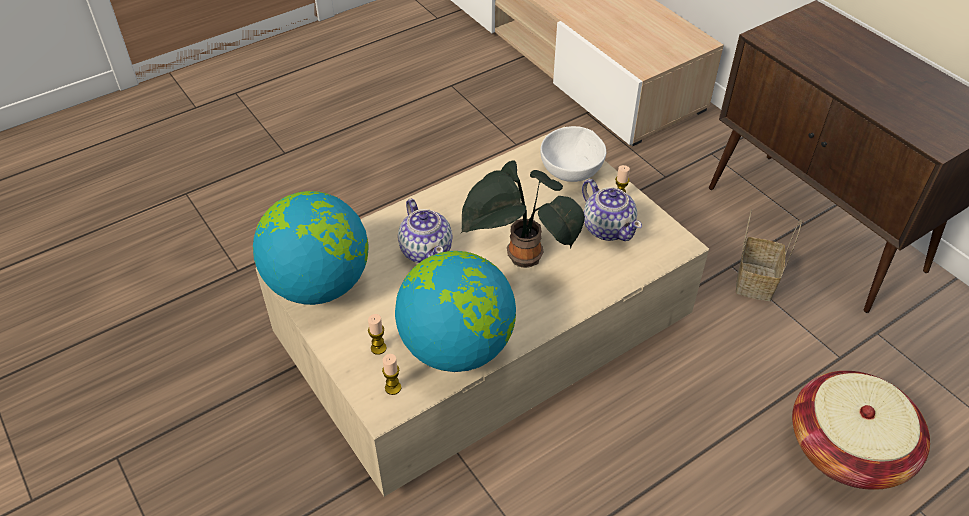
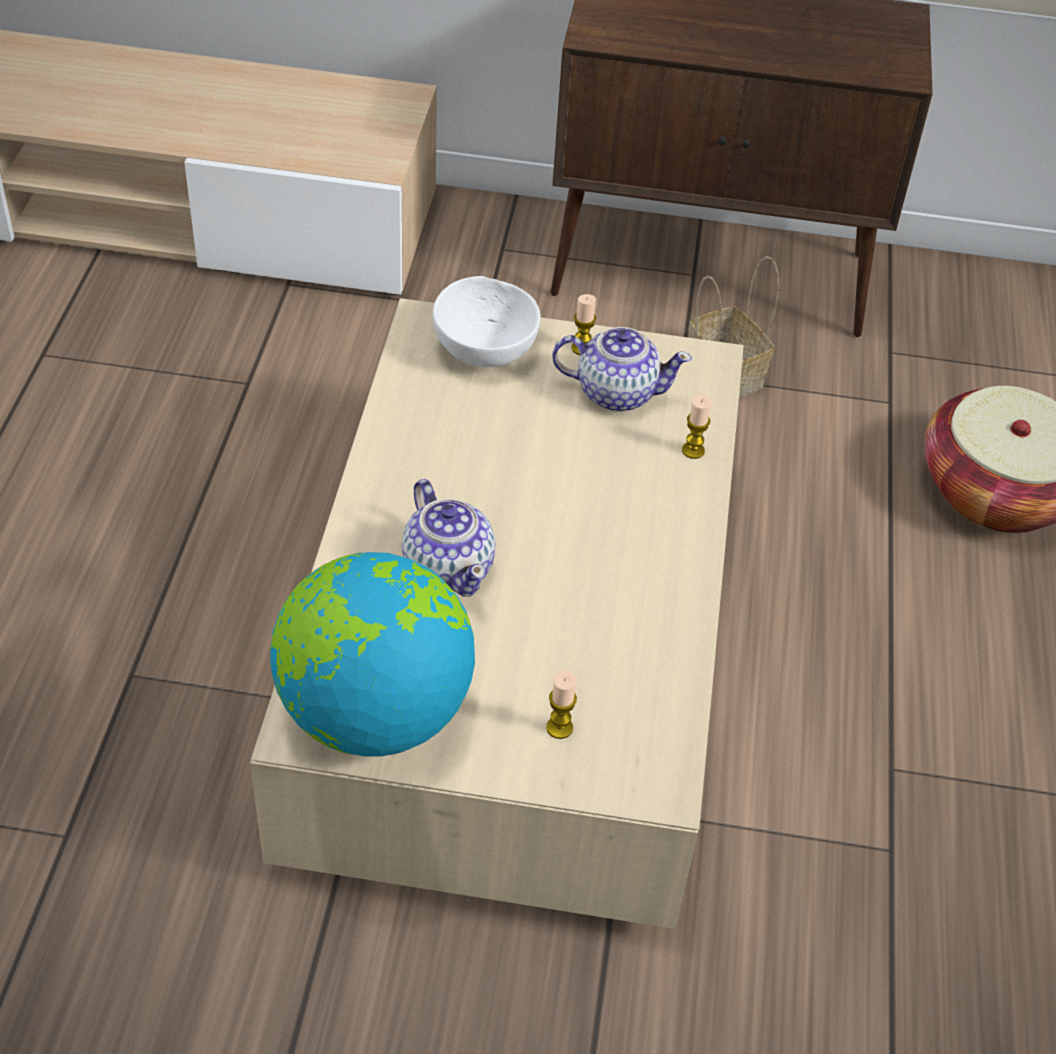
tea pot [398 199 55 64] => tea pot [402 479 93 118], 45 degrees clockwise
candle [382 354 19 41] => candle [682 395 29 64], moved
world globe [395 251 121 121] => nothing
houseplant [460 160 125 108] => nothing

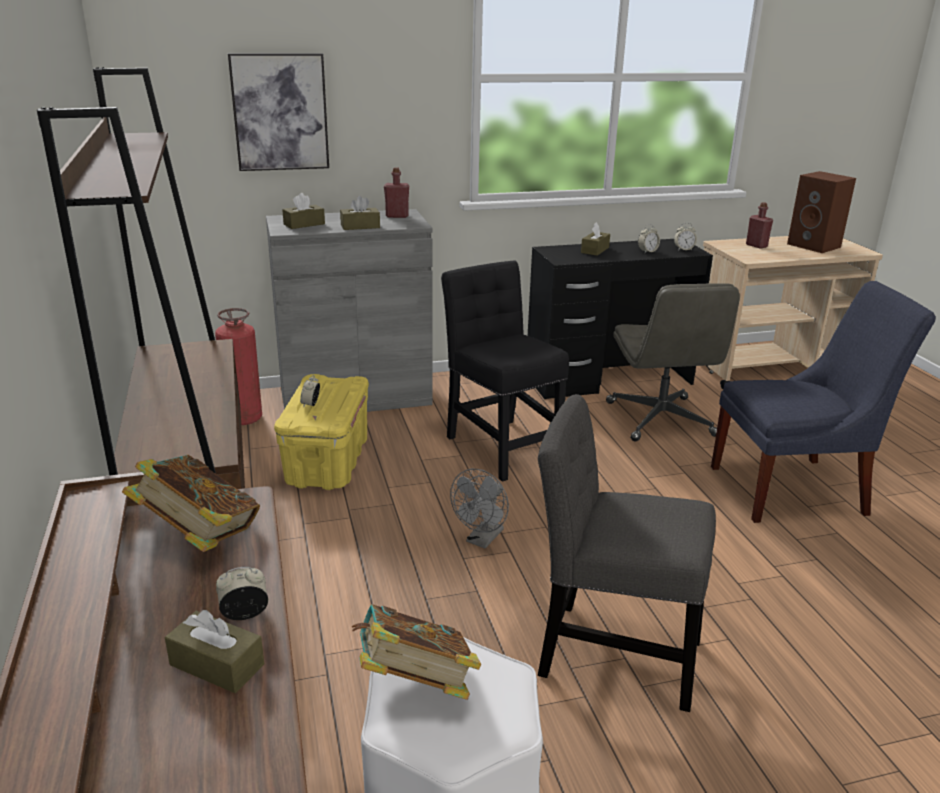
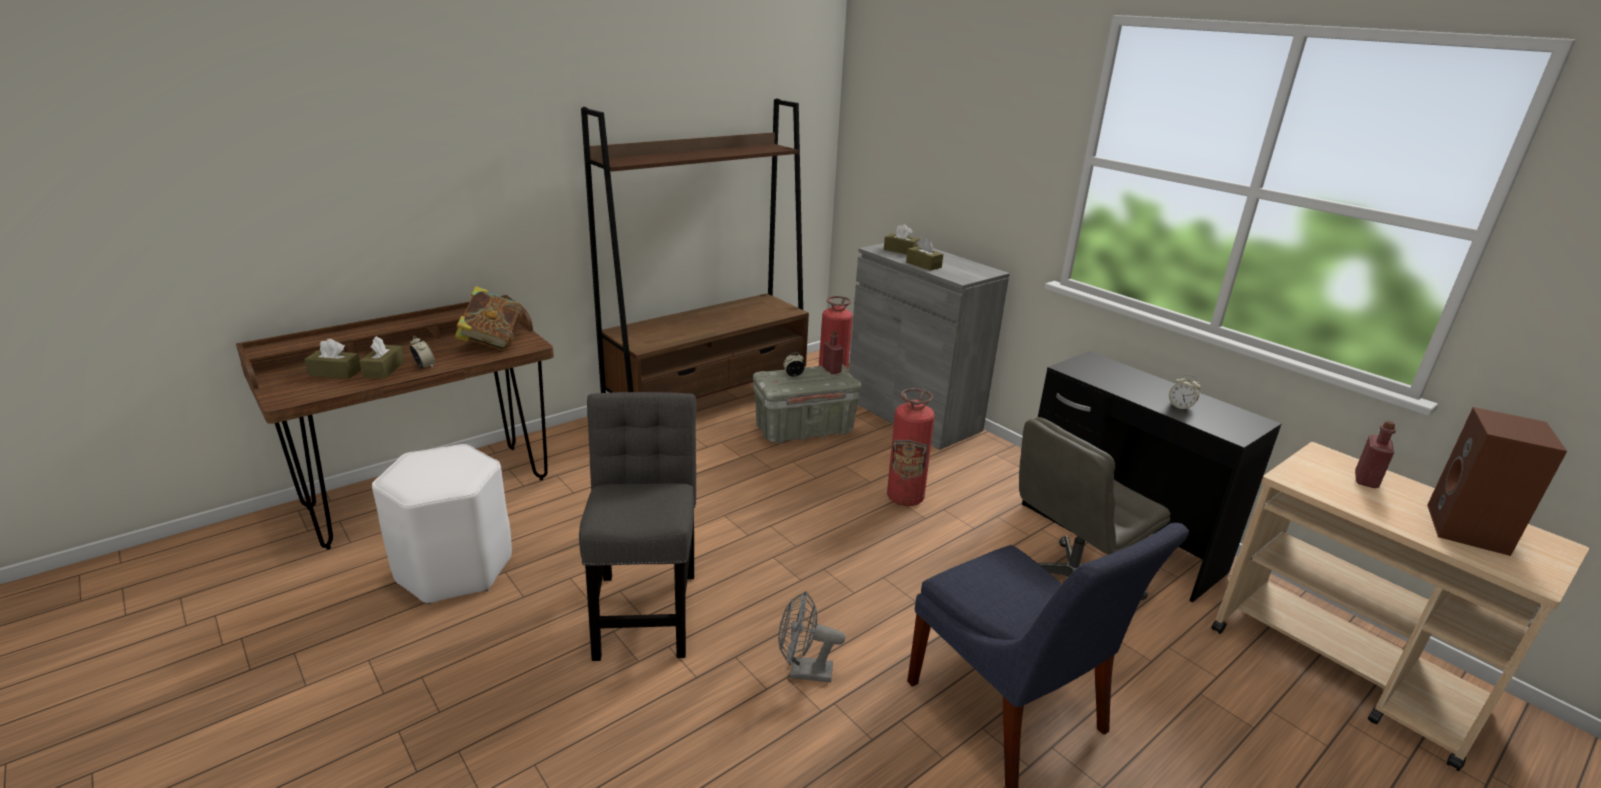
tissue holder (brown) [581 222 29 34] => tissue holder (brown) [304 339 57 40], moved
storage box (yellow) [274 374 95 116] => storage box (grey) [753 365 109 78]
cooling fan (grey) [450 469 59 79] => cooling fan (grey) [778 591 67 92], moved
bottle (red-coloured) [384 167 25 51] => bottle (red-coloured) [823 330 20 44], moved
chair (blackish) [441 261 128 221] => fire extinguisher [887 388 48 118]
wall picture [228 53 101 118] => nothing
volume [351 604 130 96] => nothing
table clock [674 223 23 27] => nothing

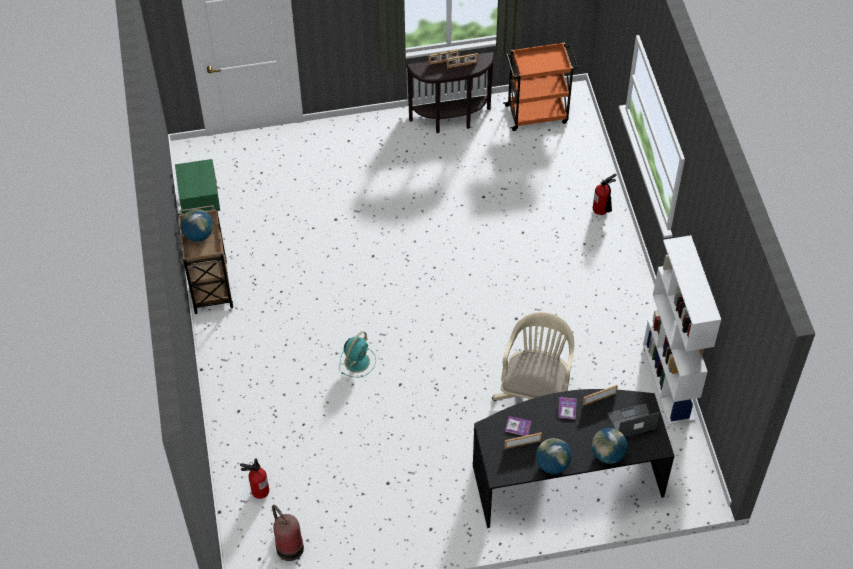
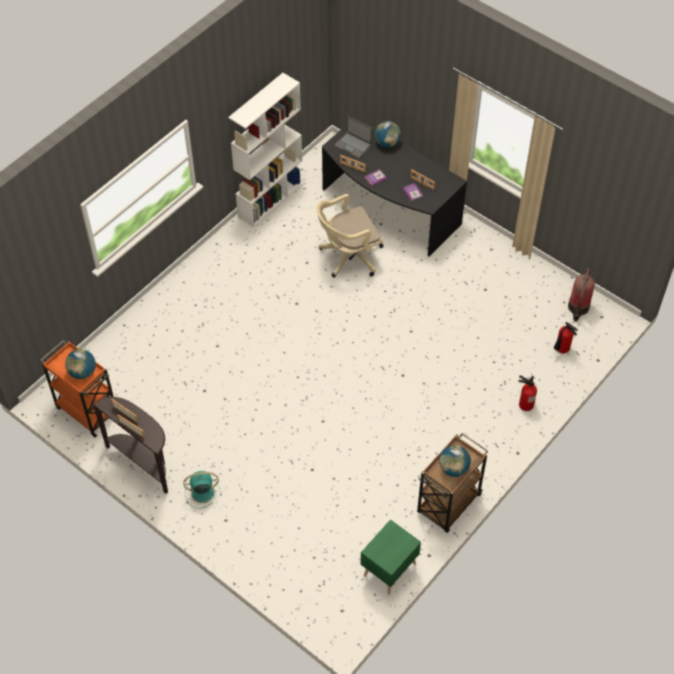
world globe [536 438 36 36] => world globe [65 349 31 30], moved
cooling fan (blue-green) [340 331 36 47] => cooling fan (blue-green) [183 471 39 38], moved
fire extinguisher [593 174 24 41] => fire extinguisher [518 375 19 36], moved

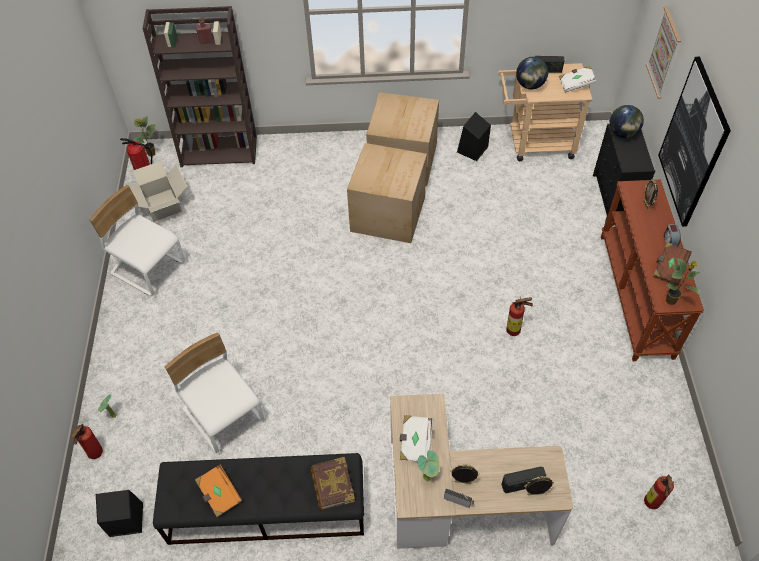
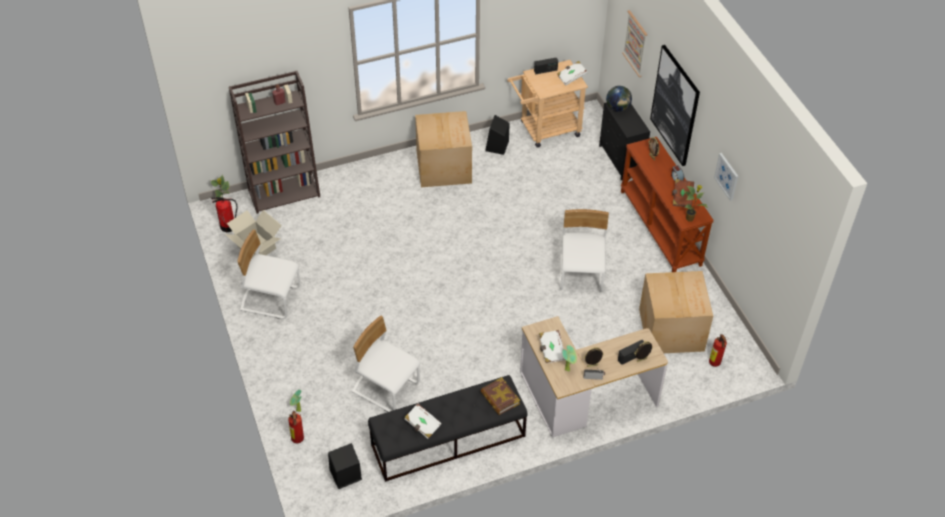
volume (orange-coloured) [195 464 47 53] => volume (white) [404 403 38 36]
fire extinguisher [506 297 27 39] => chair (white) [560 209 49 83]
carton [347 143 80 100] => carton [639 271 74 82], moved
nothing => wall picture [714 153 24 48]
world globe [516 57 32 32] => nothing

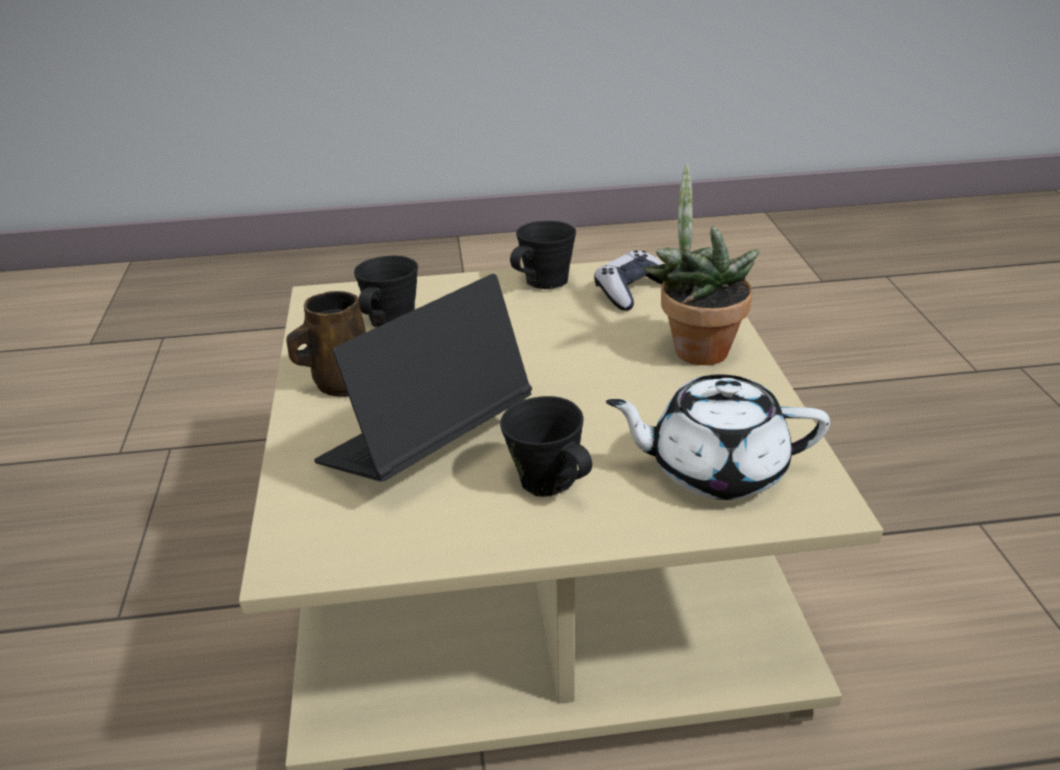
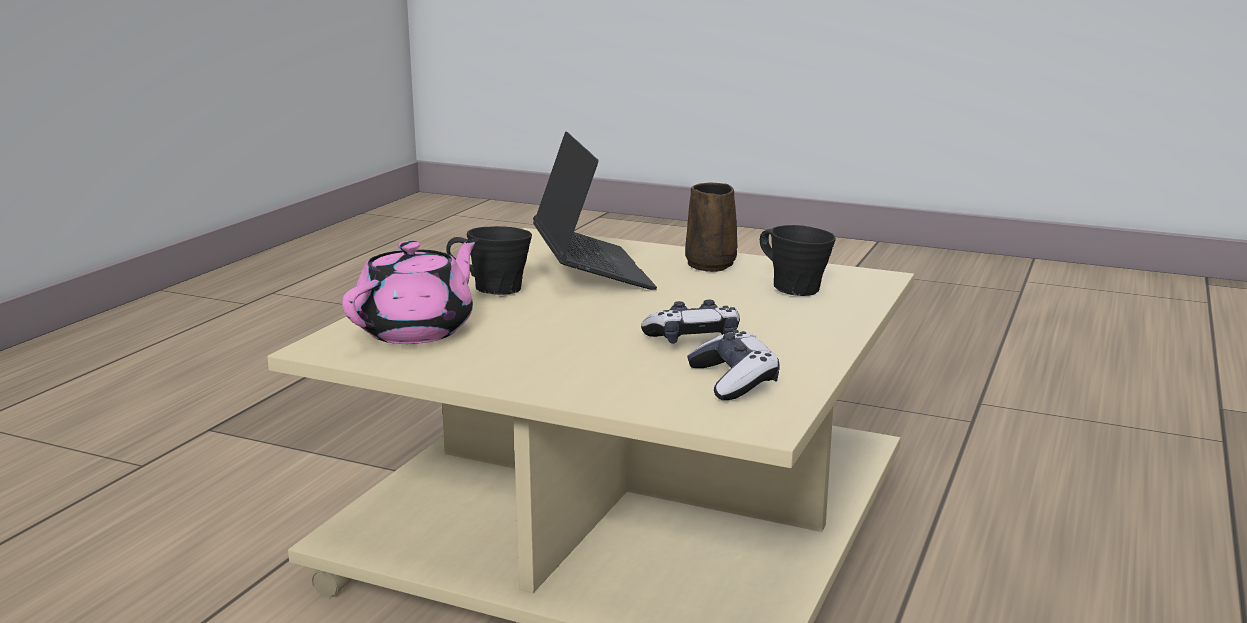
tea pot (white) [606 374 224 126] => tea pot (pink) [342 239 136 105]
nothing => game controller [641 299 99 45]
coffee mug (blackish) [510 221 66 68] => nothing
houseplant [643 163 116 202] => nothing

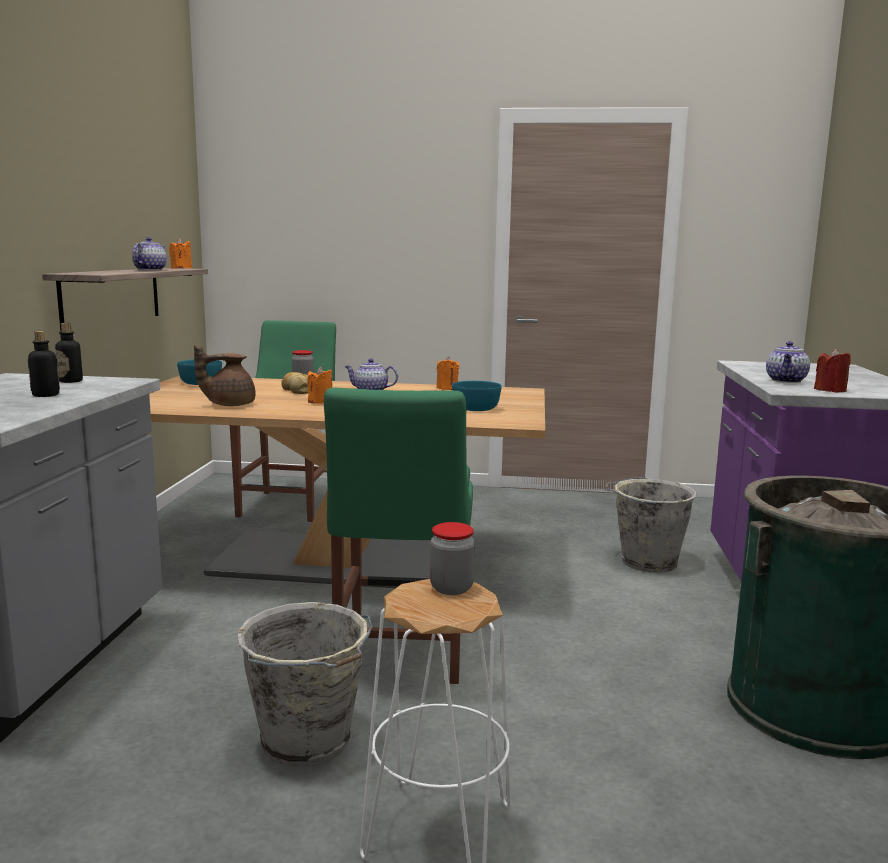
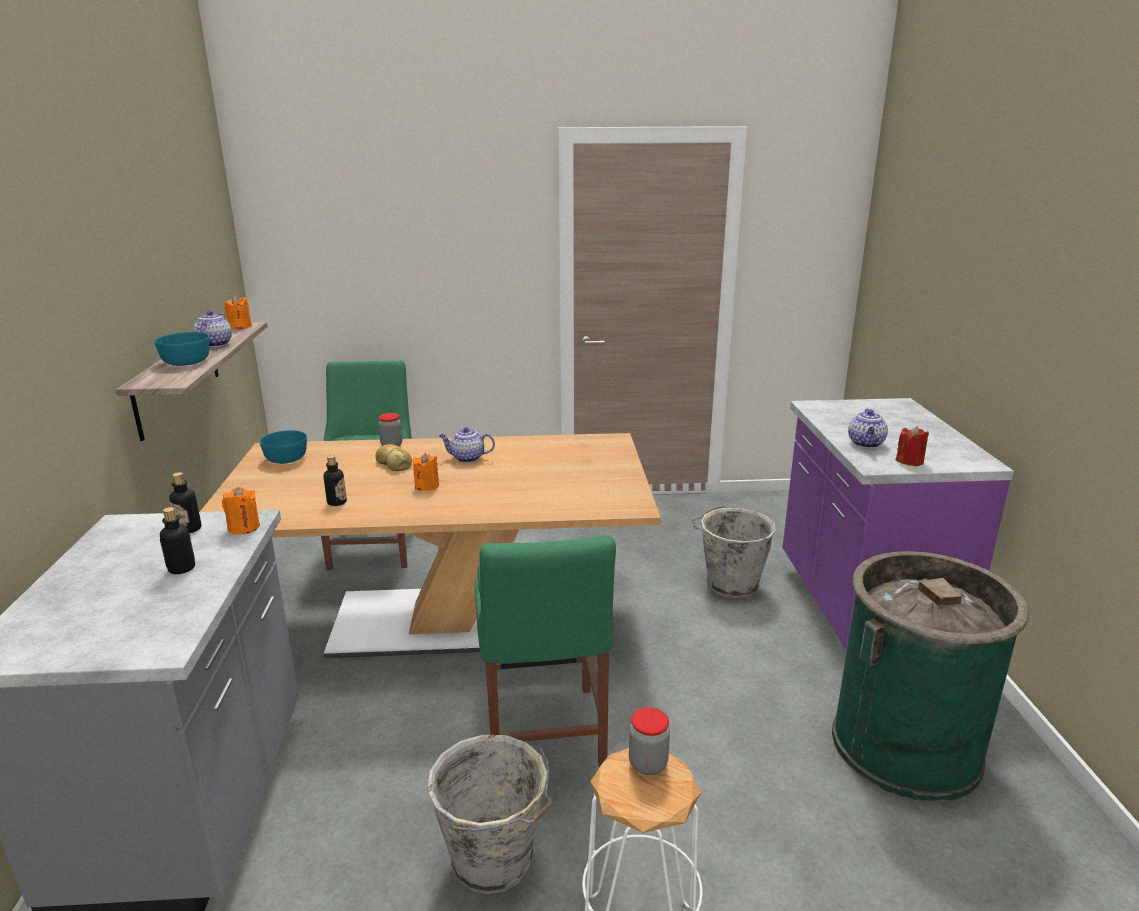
deep dish (blue-green) [452 381 50 30] => deep dish (blue-green) [154 332 55 34], moved
candle (orange-coloured) [436 357 23 33] => candle (orange-coloured) [222 487 38 48], moved
tea pot (brown) [194 345 62 61] => bottle [323 455 24 51]

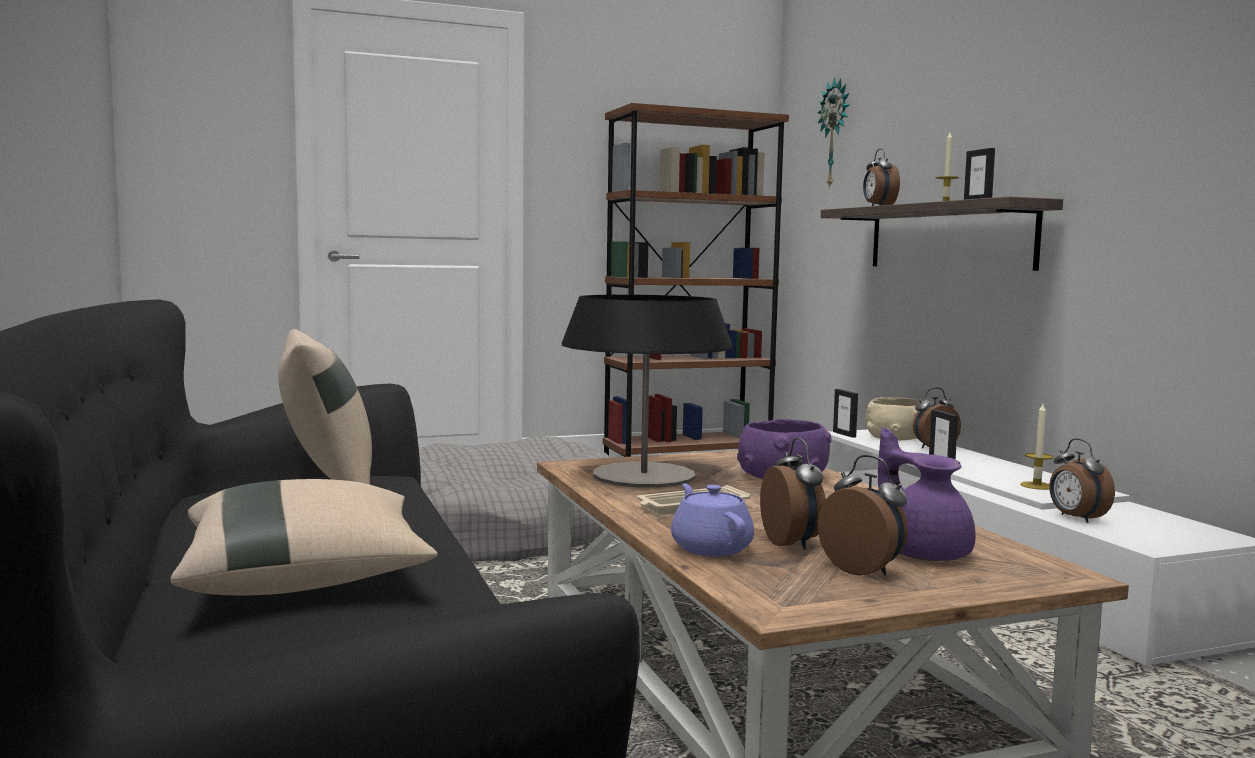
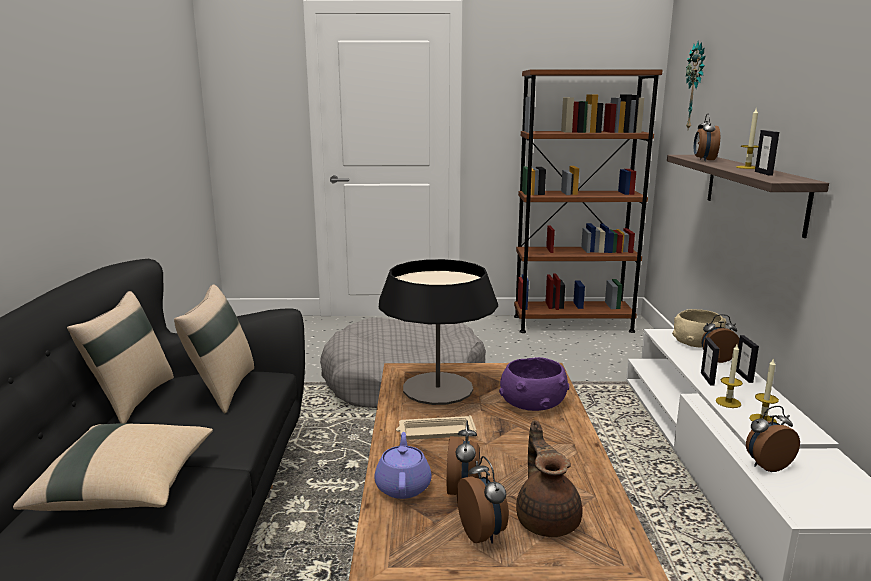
nothing => pillow (beige-coloured) [67 291 107 132]
tea pot (purplish) [878 428 97 133] => tea pot (brown) [516 420 67 117]
nothing => candle [716 344 27 64]
picture frame [833 389 25 49] => picture frame [736 335 23 48], moved
table clock [1049 439 66 84] => table clock [746 406 54 66], 75 degrees clockwise

